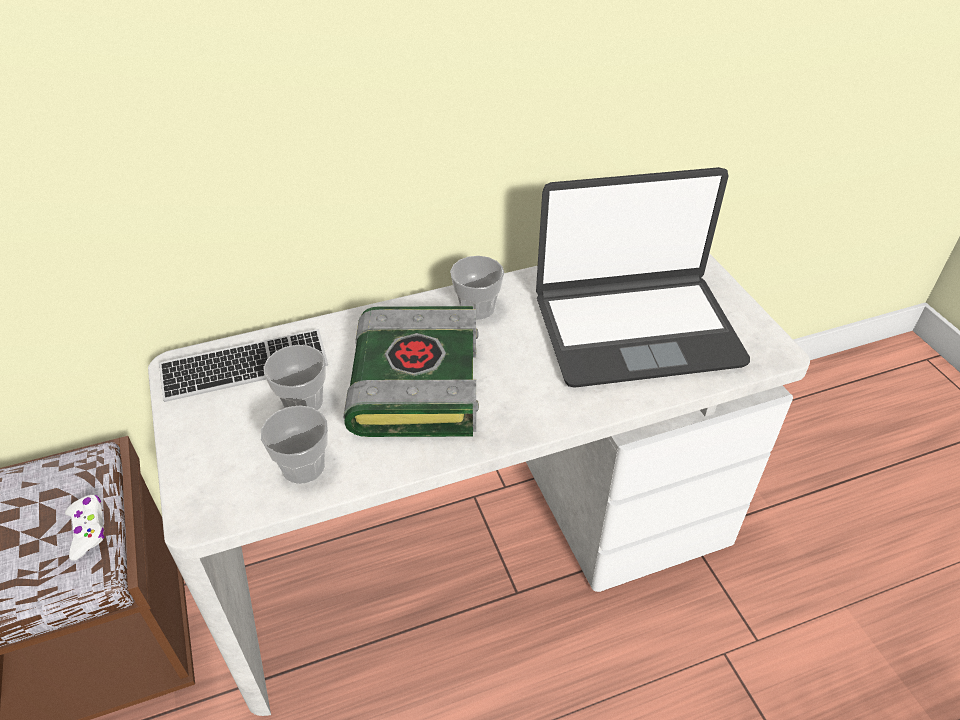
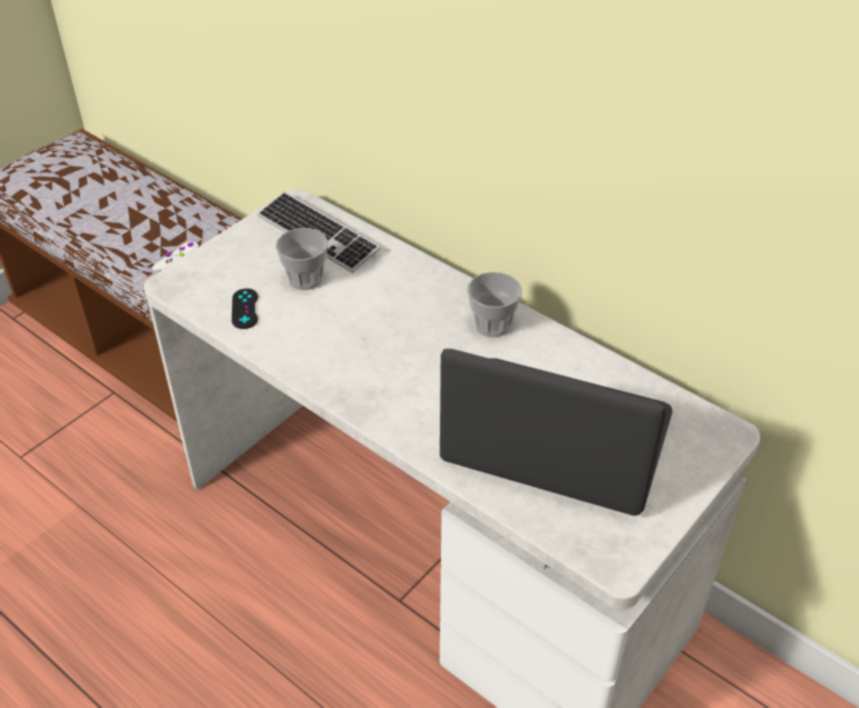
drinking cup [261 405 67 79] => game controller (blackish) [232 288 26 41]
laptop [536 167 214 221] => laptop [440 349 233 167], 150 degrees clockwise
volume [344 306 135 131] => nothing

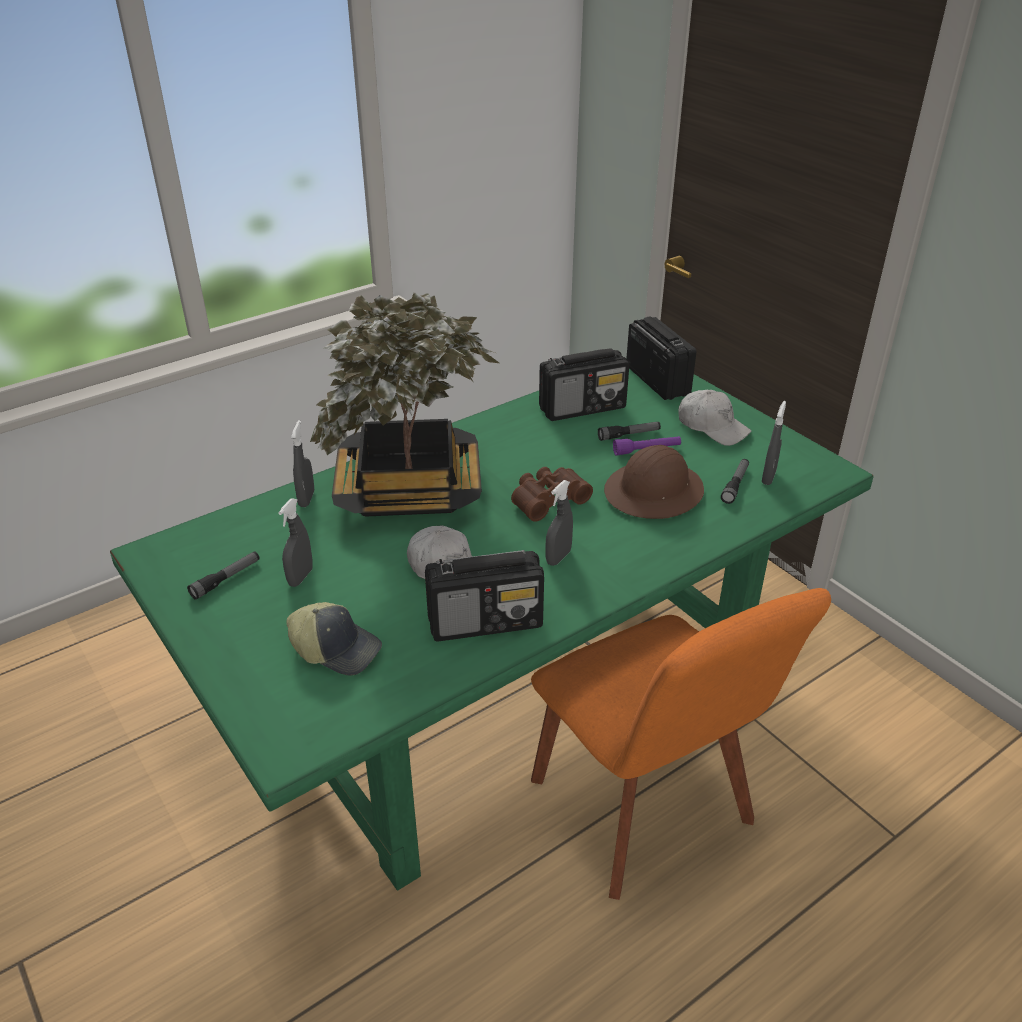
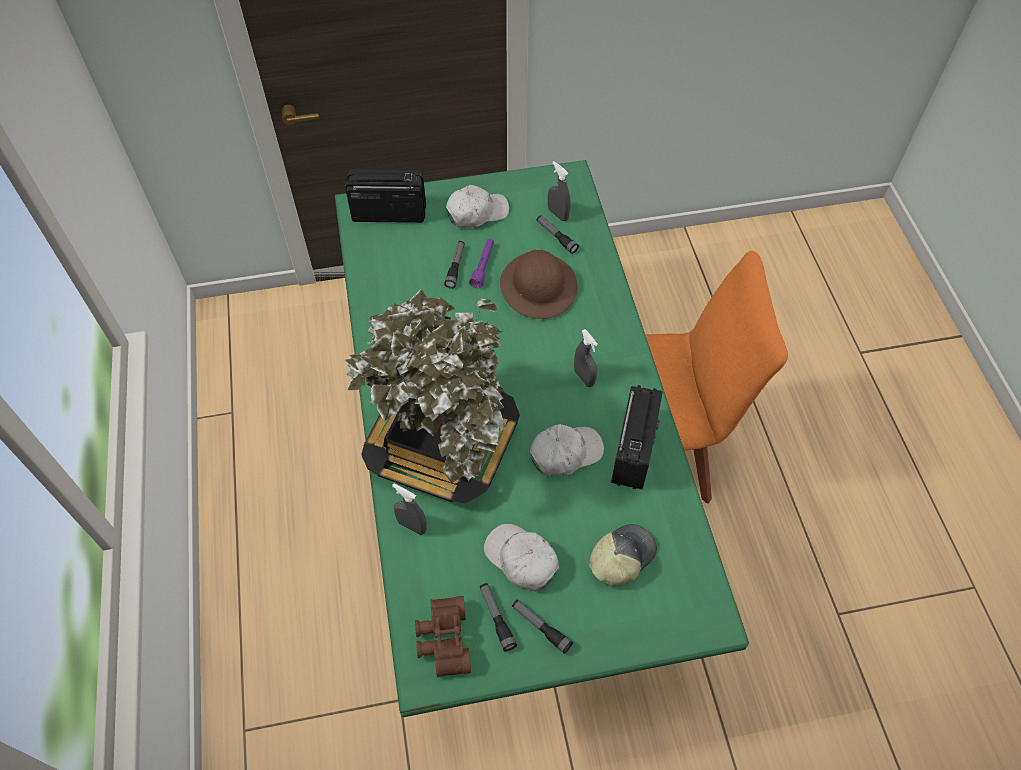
binoculars (brown) [511 467 82 55] => binoculars (brown) [415 596 56 81], moved
sprayer (grey) [278 498 35 89] => cap (white) [484 524 75 67]
nothing => flashlight [512 600 61 54]
radio receiver [539 348 90 73] => nothing

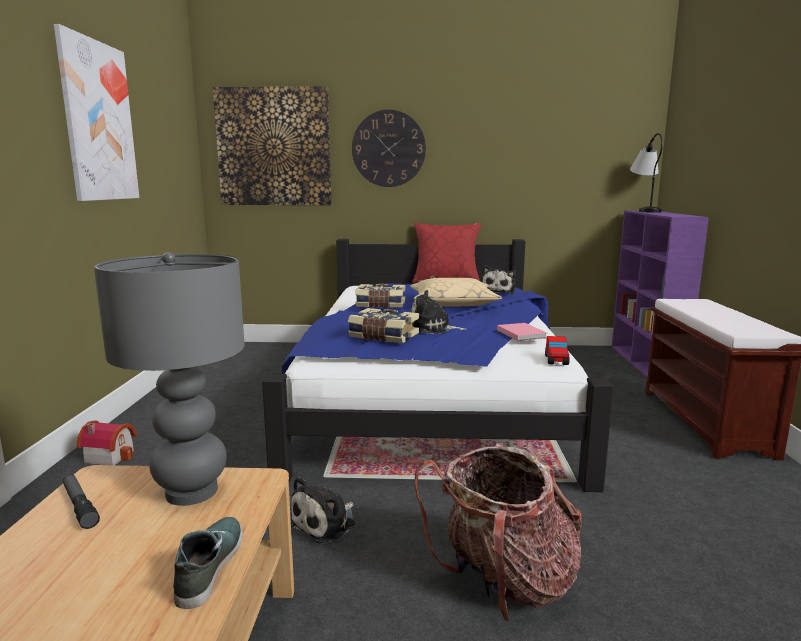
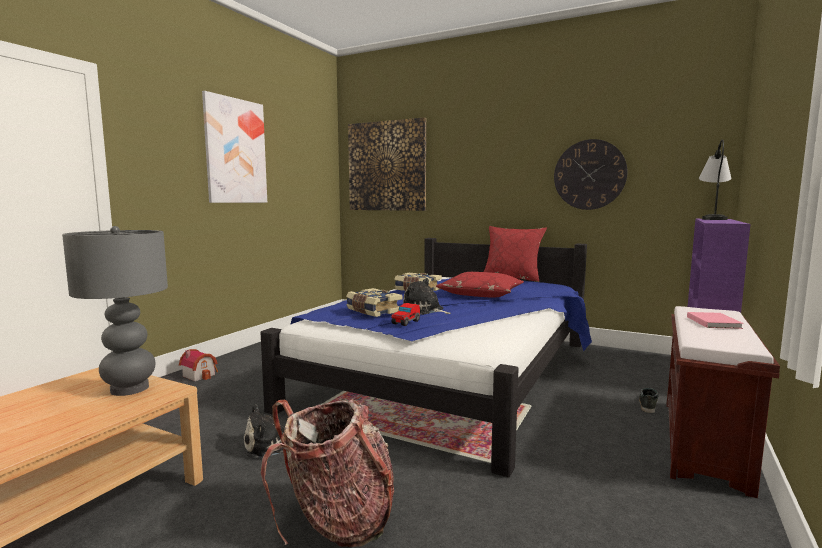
miniature car [545 336 25 29] => miniature car [391 303 29 23], moved
pillow (beige-coloured) [410 278 92 28] => pillow (red-coloured) [436 272 88 26]
clock on the wall [352 110 74 77] => clock on the wall [554 139 74 71], moved
low shoe [174 517 69 92] => low shoe [639 388 20 25], moved
volume (pink) [497 323 50 18] => volume (pink) [687 312 57 17], moved
flashlight [63 474 37 55] => nothing
cuddly toy [481 265 35 29] => nothing

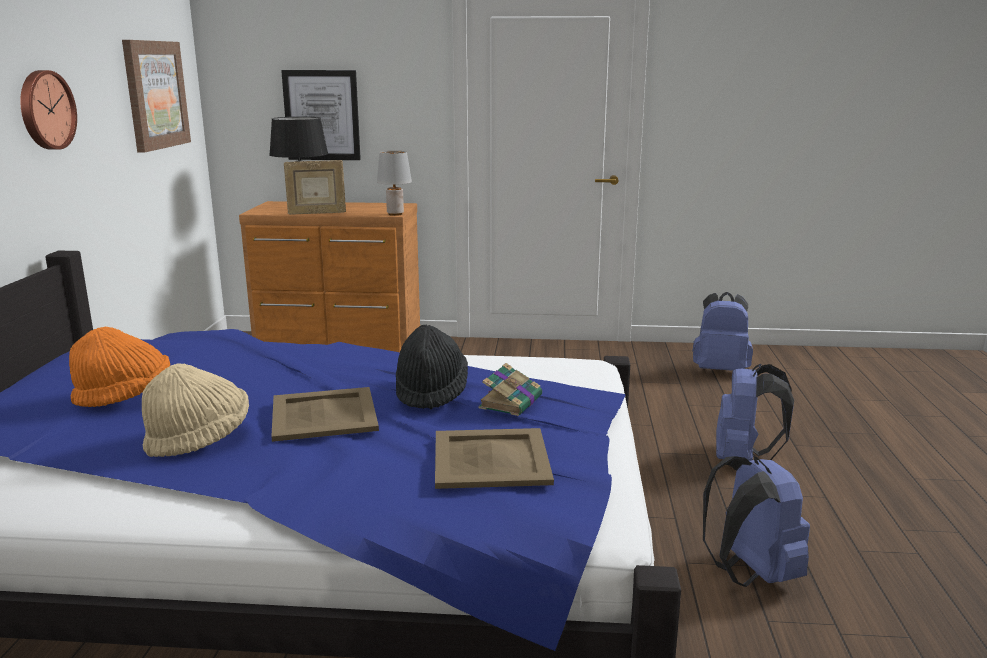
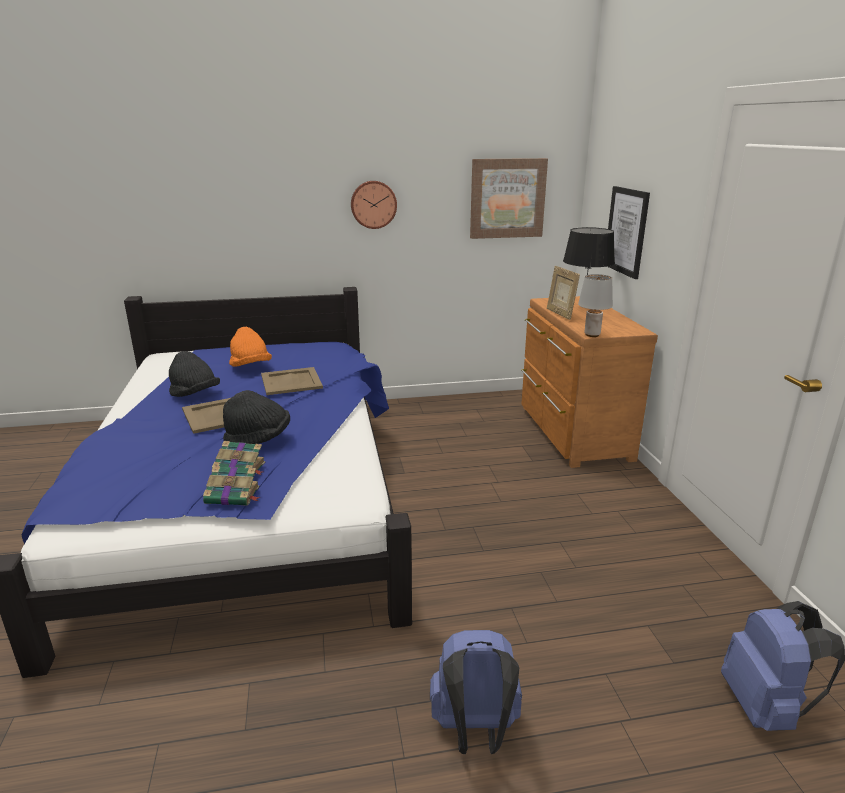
hat (beige-coloured) [142 363 107 94] => hat (blackish) [169 351 51 46]
nothing => volume [203 466 57 40]
carrying tray (beige-coloured) [435 428 119 61] => carrying tray (beige-coloured) [261 367 62 28], moved
rucksack (bluish) [703 456 107 131] => nothing

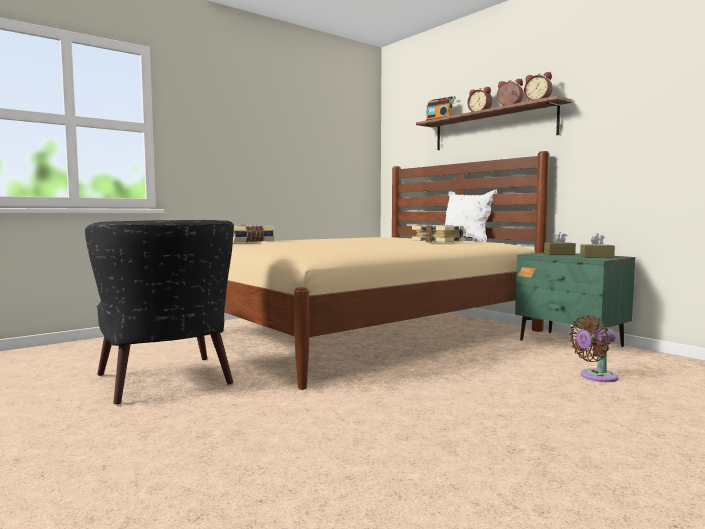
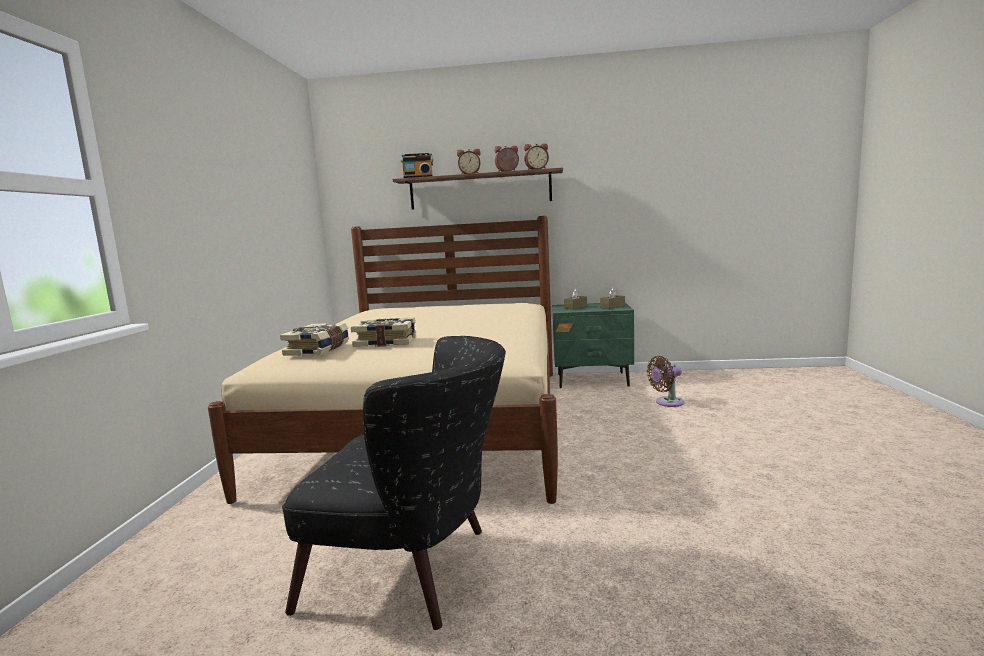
volume [412 225 52 18] => volume [351 318 65 29], moved
cooling fan (brown) [569 315 49 67] => cooling fan (brown) [647 356 37 51], 45 degrees clockwise
pillow (white) [445 190 52 52] => nothing

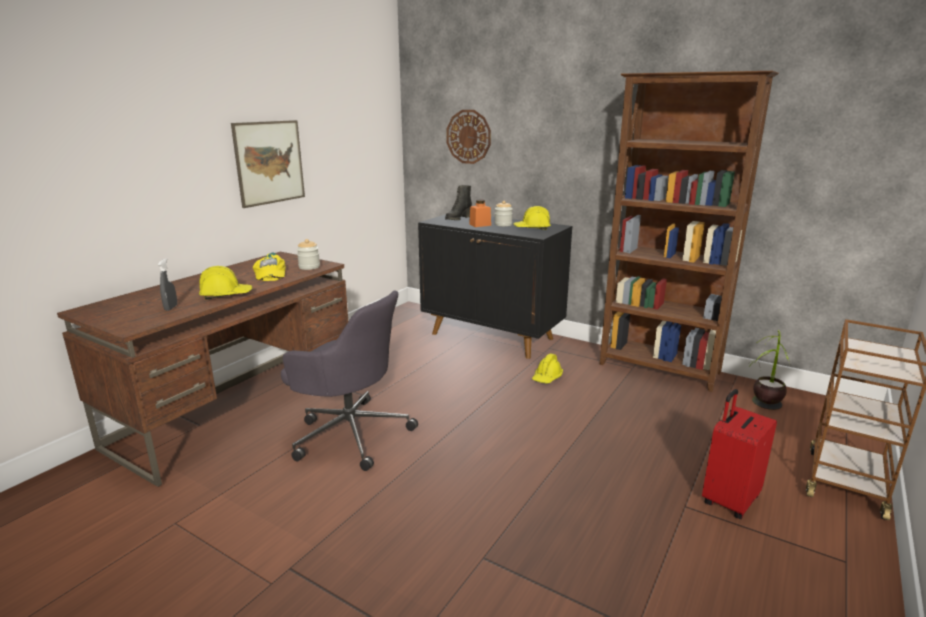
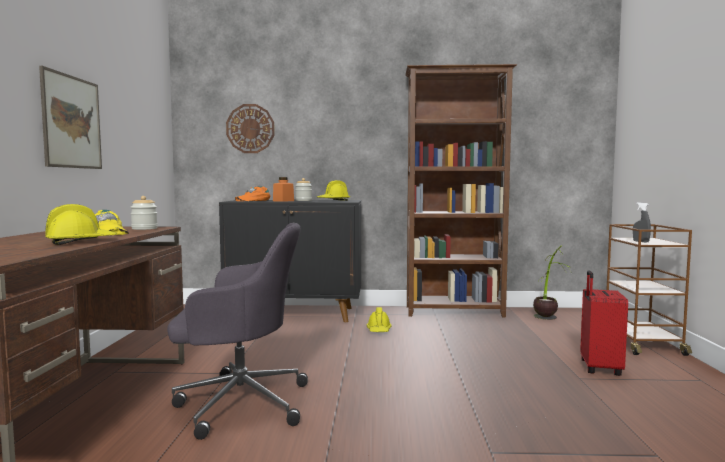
boot (blackish) [445 185 27 35] => cap (orange-coloured) [235 186 36 15]
sprayer (grey) [158 258 19 53] => sprayer (grey) [633 202 18 40], moved

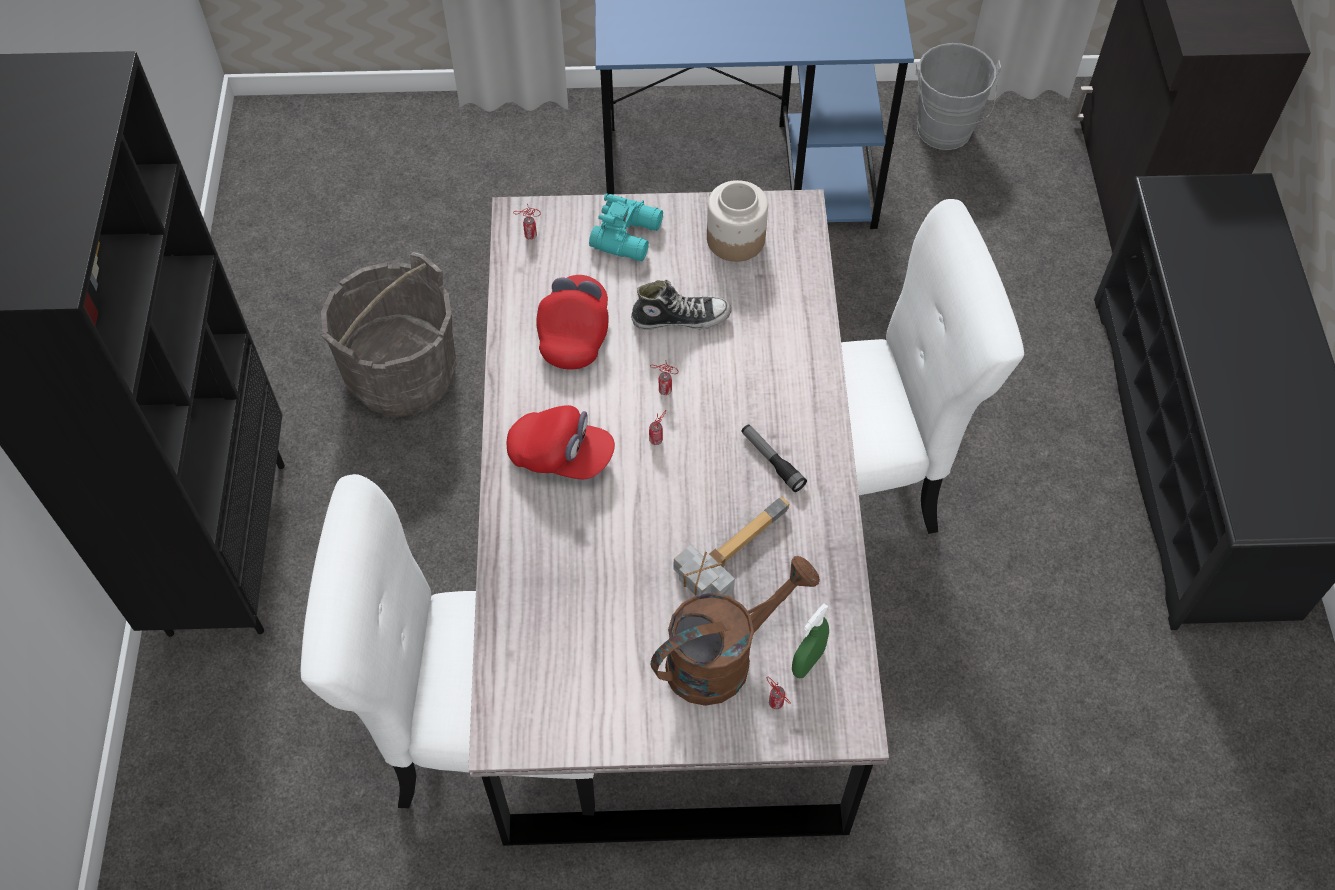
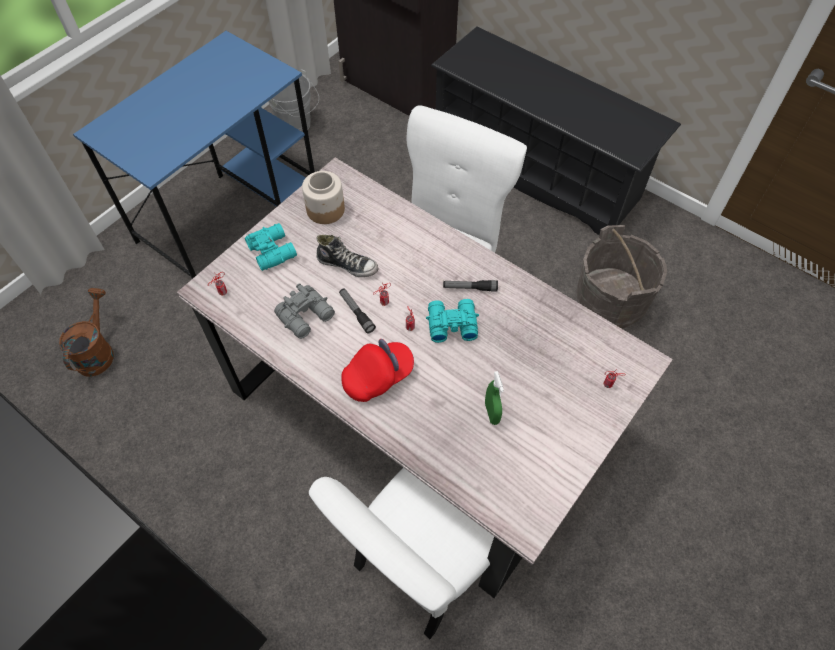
watering can (brown) [650 556 170 150] => watering can (brown) [59 288 55 89], moved
cap (red-coloured) [536 275 73 95] => binoculars (grey) [274 283 61 56]
low shoe [631 280 100 50] => low shoe [316 235 62 42], 75 degrees clockwise
nothing => flashlight [339 289 37 45]
nothing => binoculars (blue-green) [426 299 53 44]
sprayer (green) [792 604 37 74] => sprayer (green) [485 371 19 54], moved
bucket (grey) [321 252 136 165] => bucket (grey) [576 225 91 104], moved
hand hammer [674 496 116 100] => nothing

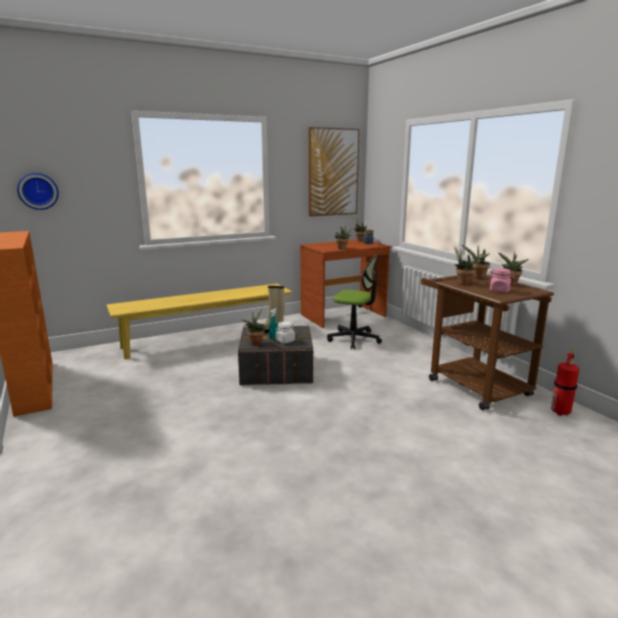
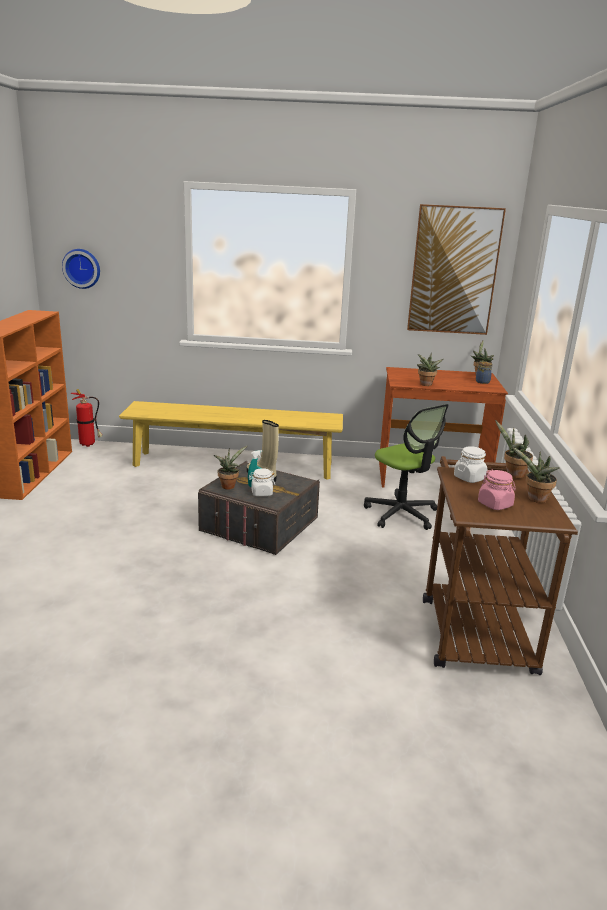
fire extinguisher [551 349 28 67] => fire extinguisher [71 389 32 58], moved
houseplant [455 247 20 38] => jar (white) [454 446 34 37]

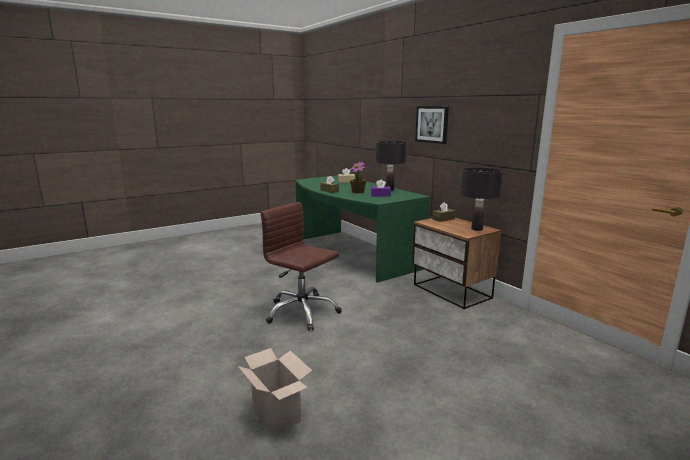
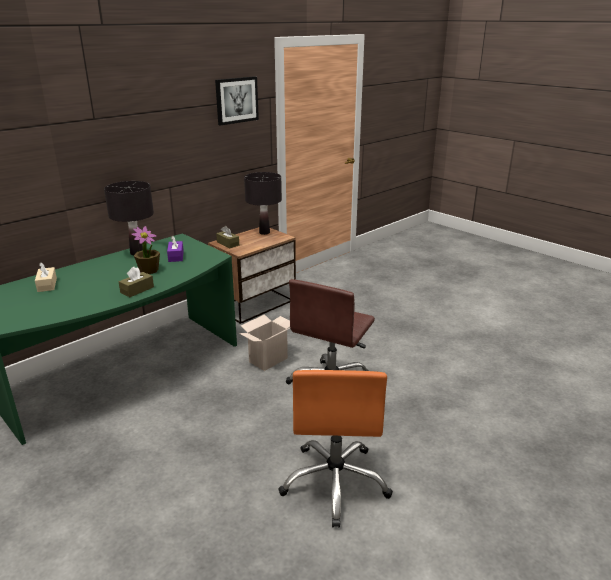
wall picture [415 106 34 38] => wall picture [215 76 44 50], moved
carton [238 348 74 87] => carton [239 314 51 57], moved
nothing => desk chair (orange-coloured) [278 370 115 158]

